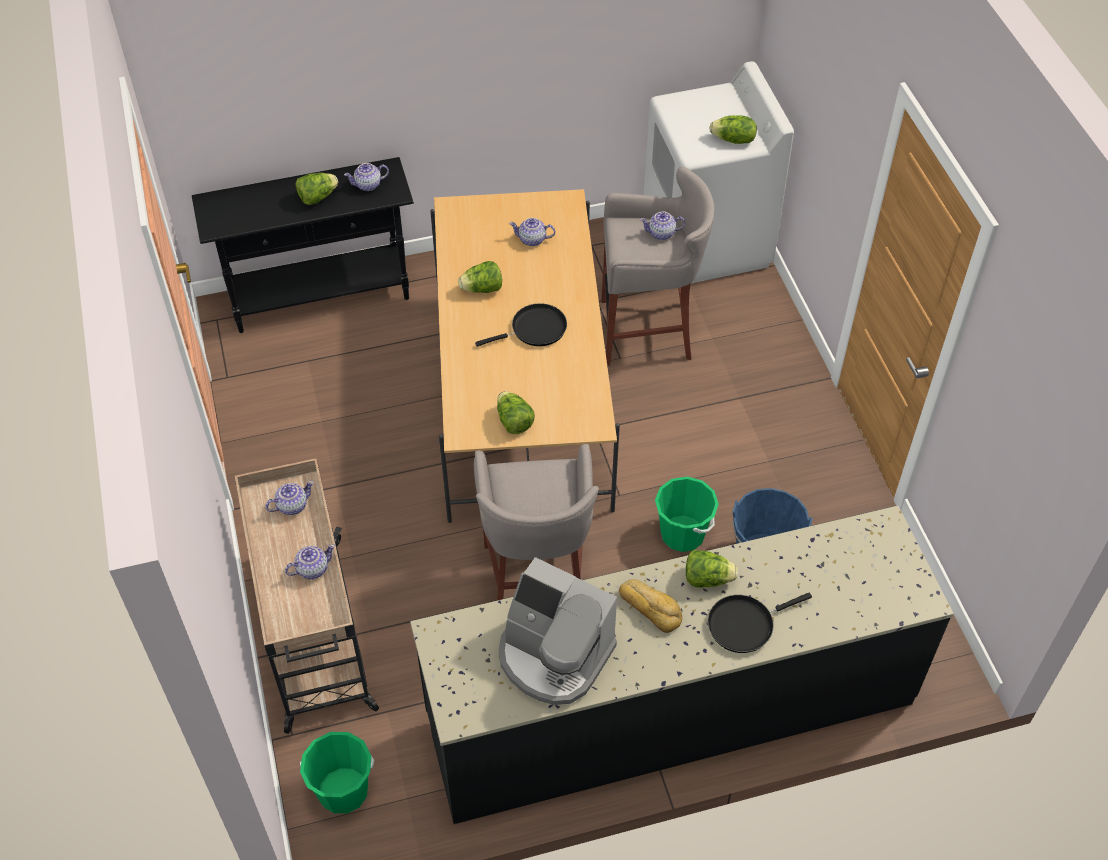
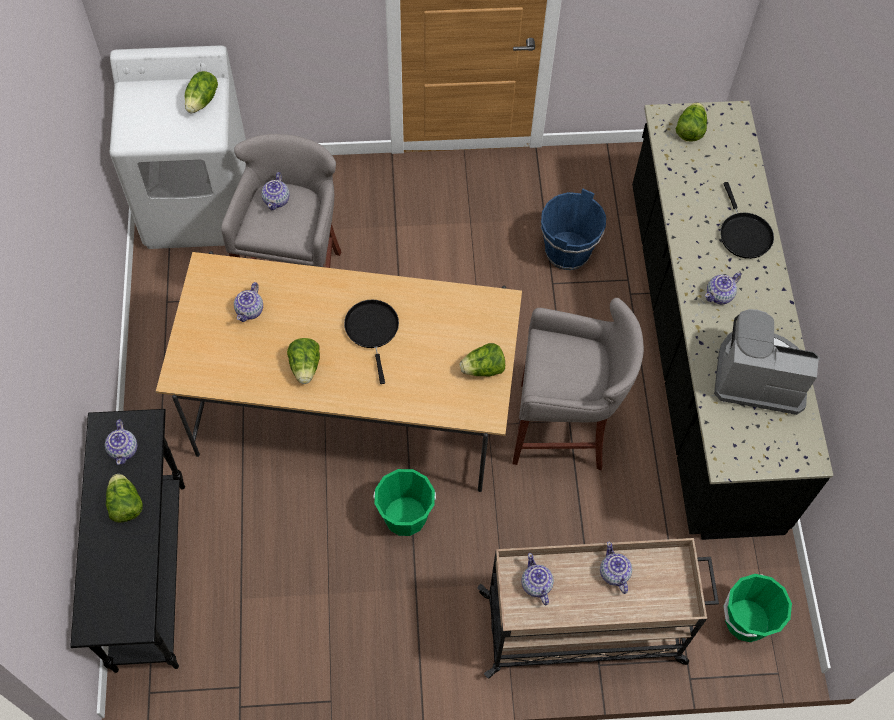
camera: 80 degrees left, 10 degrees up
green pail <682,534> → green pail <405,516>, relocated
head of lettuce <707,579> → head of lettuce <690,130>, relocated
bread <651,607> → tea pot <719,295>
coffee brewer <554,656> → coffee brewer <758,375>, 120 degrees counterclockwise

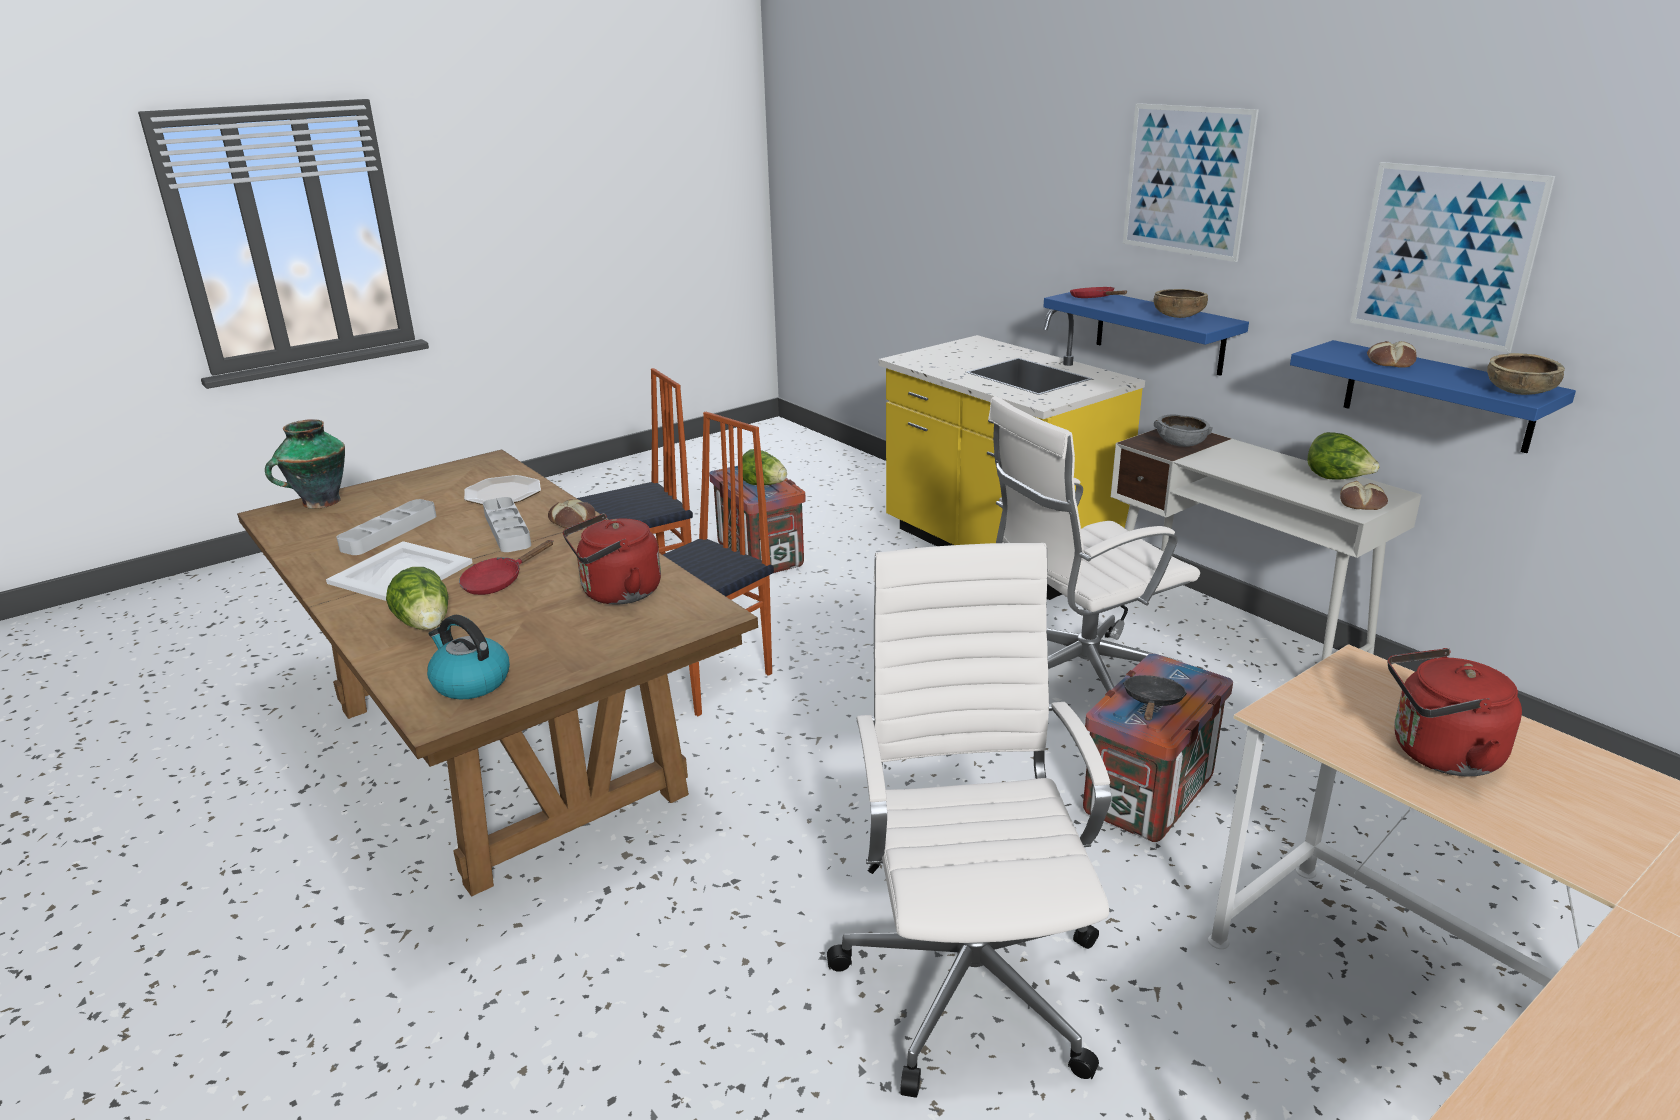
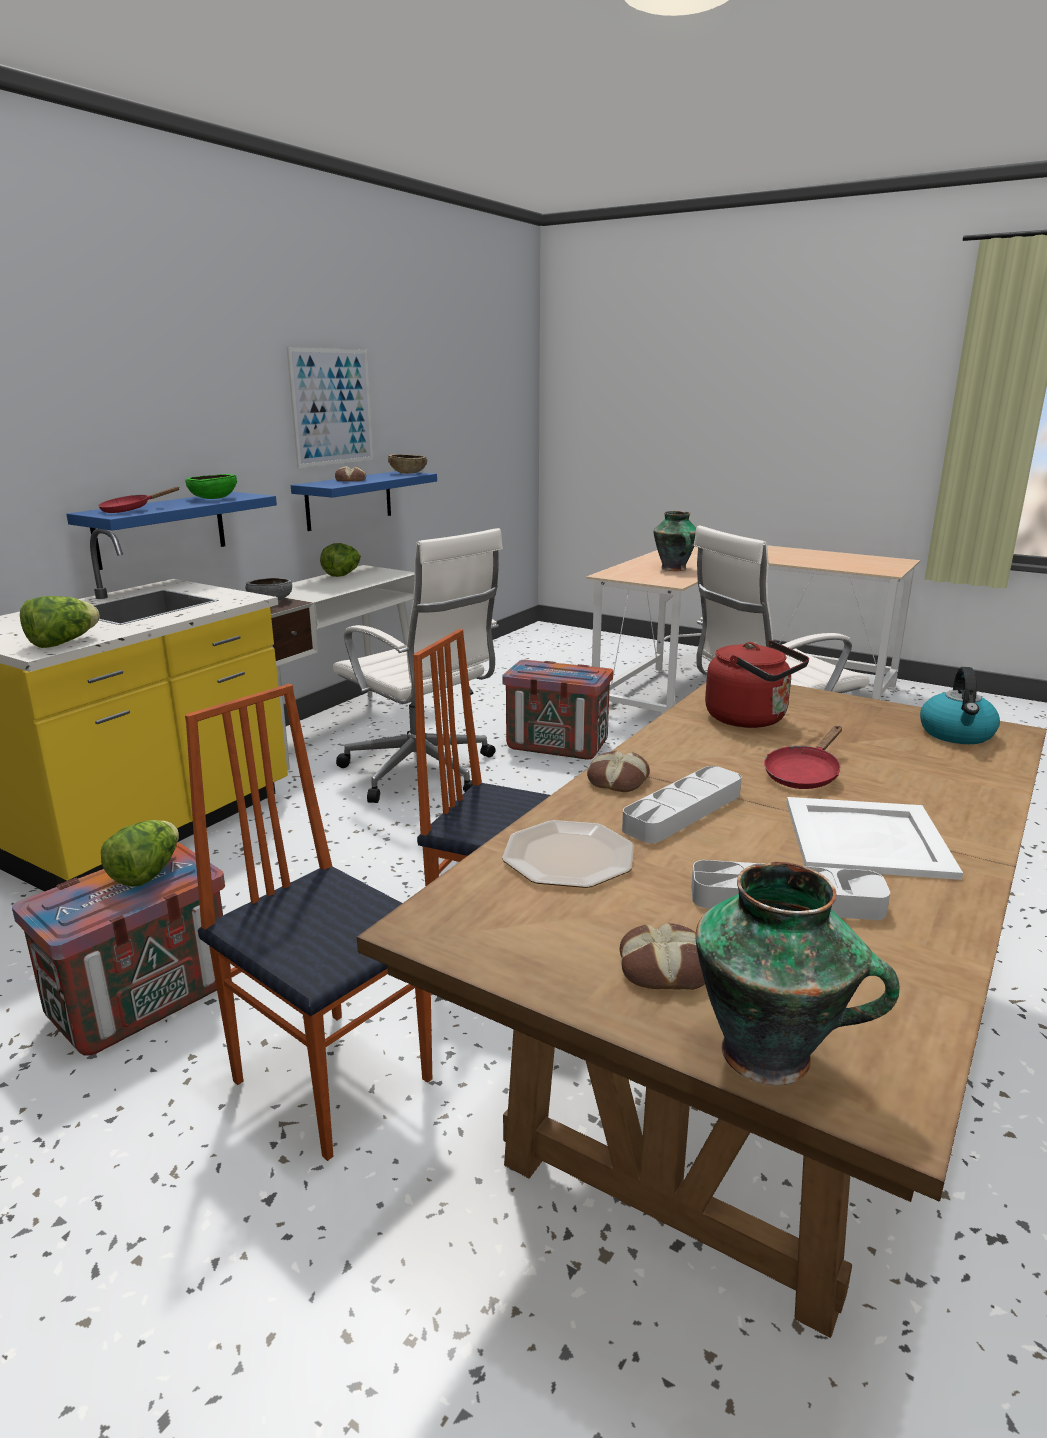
camera: 110 degrees left, 5 degrees down
wall picture <1186,181> → -
blackish skillet <1152,702> → -
head of lettuce <426,625> → head of lettuce <63,643>, relocated
bread <1362,503> → bread <664,967>, relocated
red kettle <1438,754> → vase <674,569>
brown-coloured serving bowl <1178,316> → green serving bowl <213,498>
red skillet <498,582> → red skillet <804,774>, 105 degrees clockwise

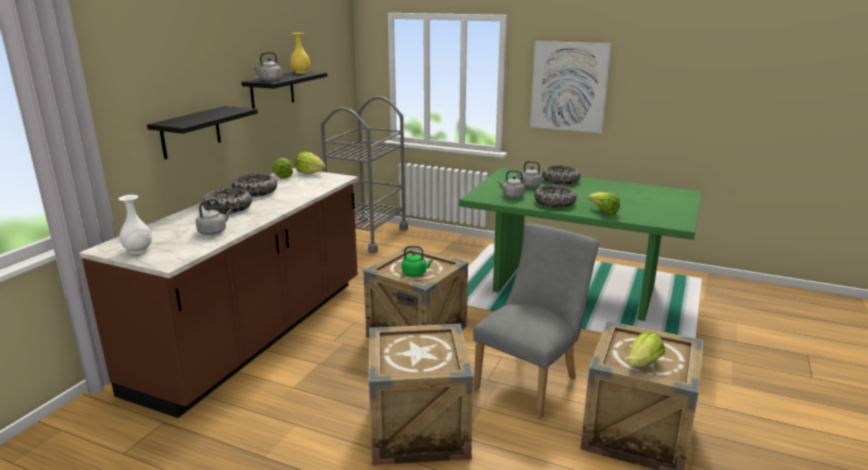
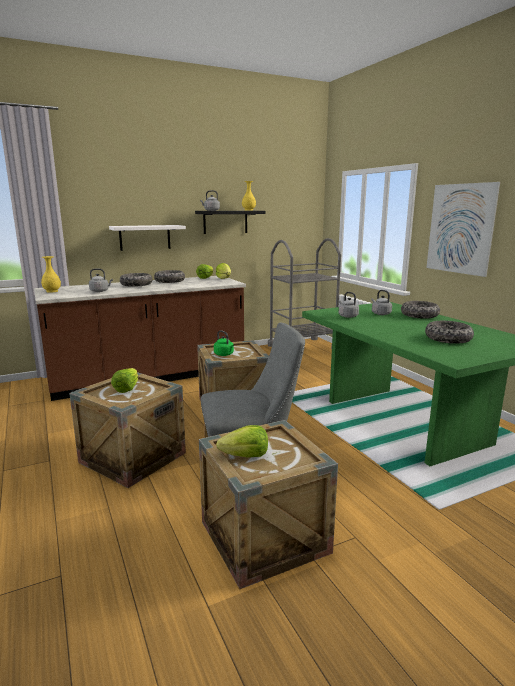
camera: 40 degrees right, 5 degrees down
serving bowl <554,202> → serving bowl <448,339>, relocated
head of lettuce <603,212> → head of lettuce <127,388>, relocated
whitish vase <138,251> → yellowish vase <52,291>
blackish wall shelf <191,132> → whitish wall shelf <145,237>

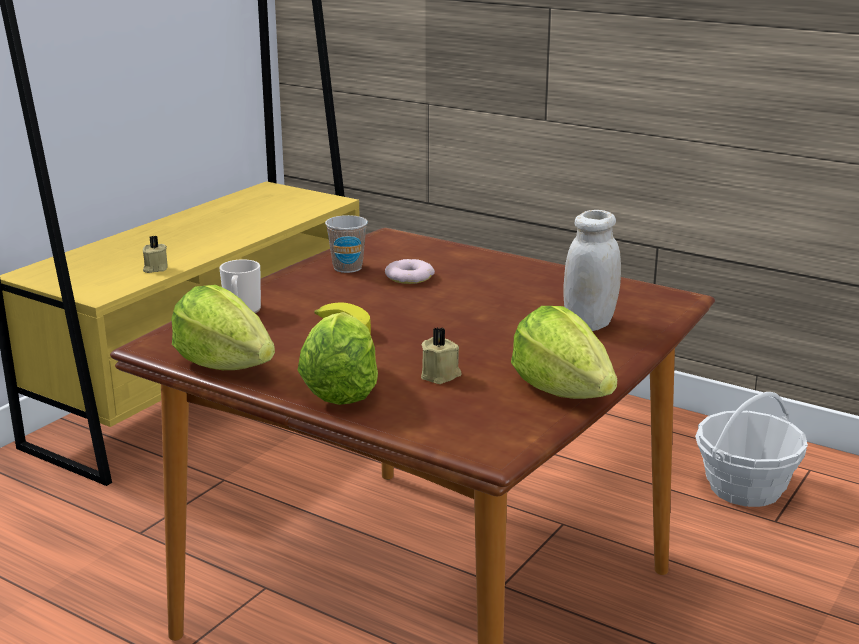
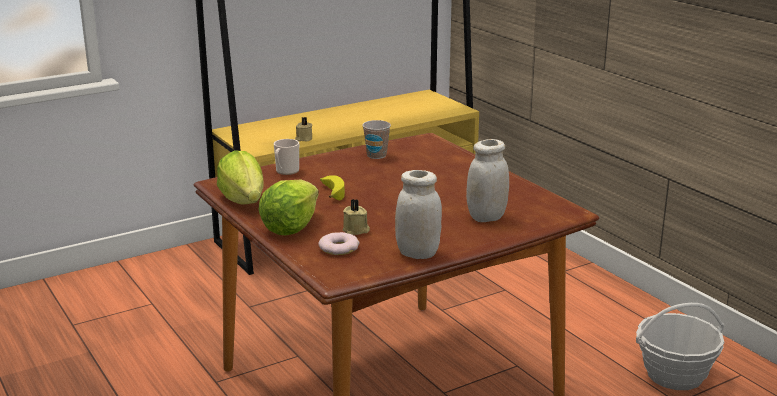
camera: 25 degrees right, 0 degrees up
ring doughnut <409,277> → ring doughnut <339,248>, relocated
head of lettuce <562,390> → whitish preserve jar <417,253>

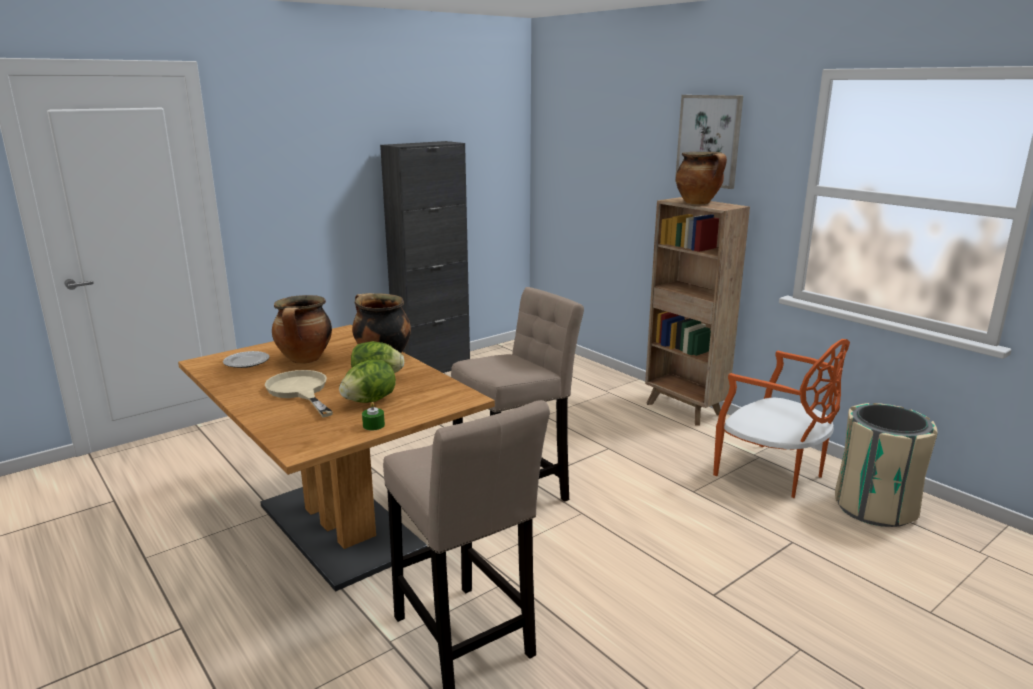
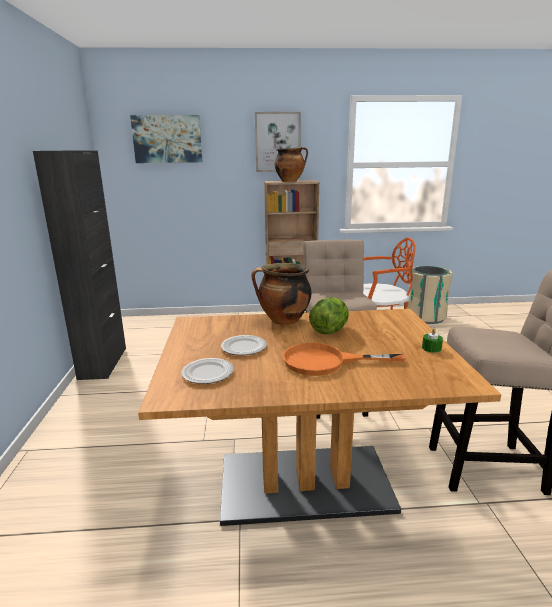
camera: 55 degrees left, 0 degrees up
head of lettuce <369,401> → -
- → wall picture <167,139>
cooking pot <305,360> → plate <244,347>
sand-coloured skillet <300,391> → orange skillet <326,362>

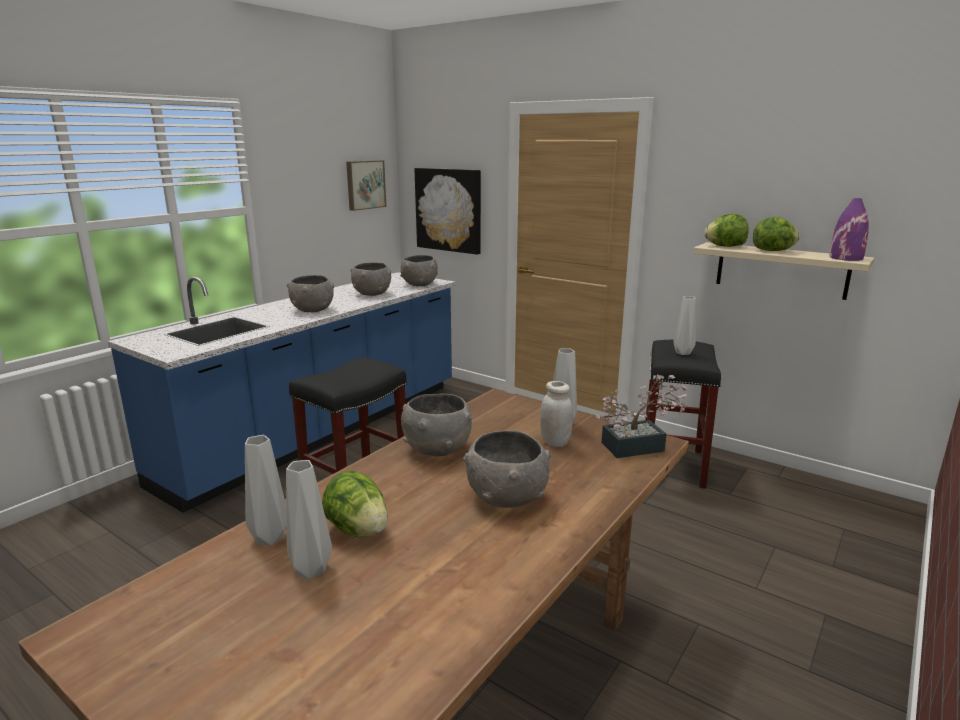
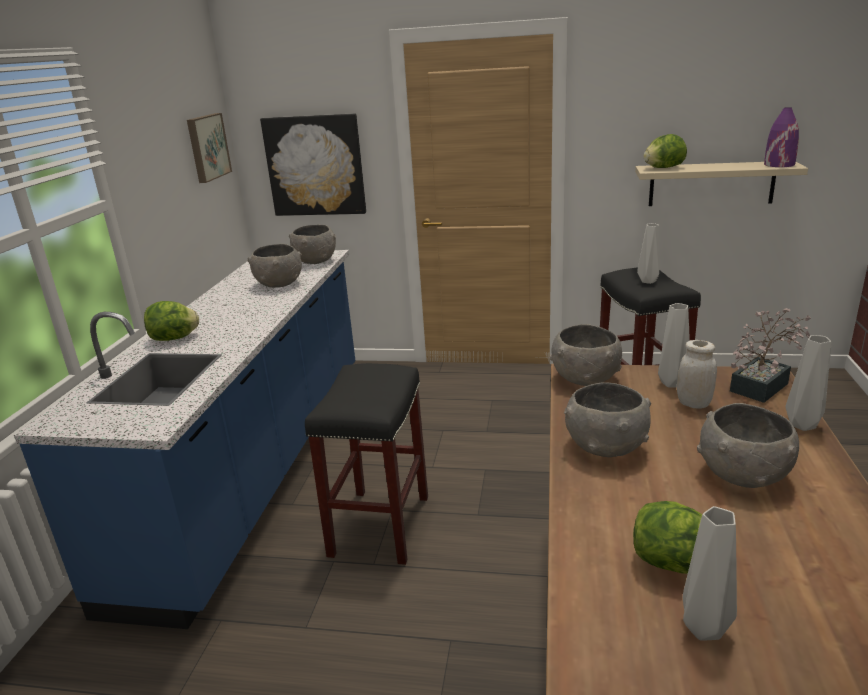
camera: 25 degrees left, 5 degrees up
grey vase <271,537> → grey vase <802,424>, relocated
grey serving bowl <312,310> → grey serving bowl <586,379>, relocated
head of lettuce <773,251> → head of lettuce <174,338>, relocated

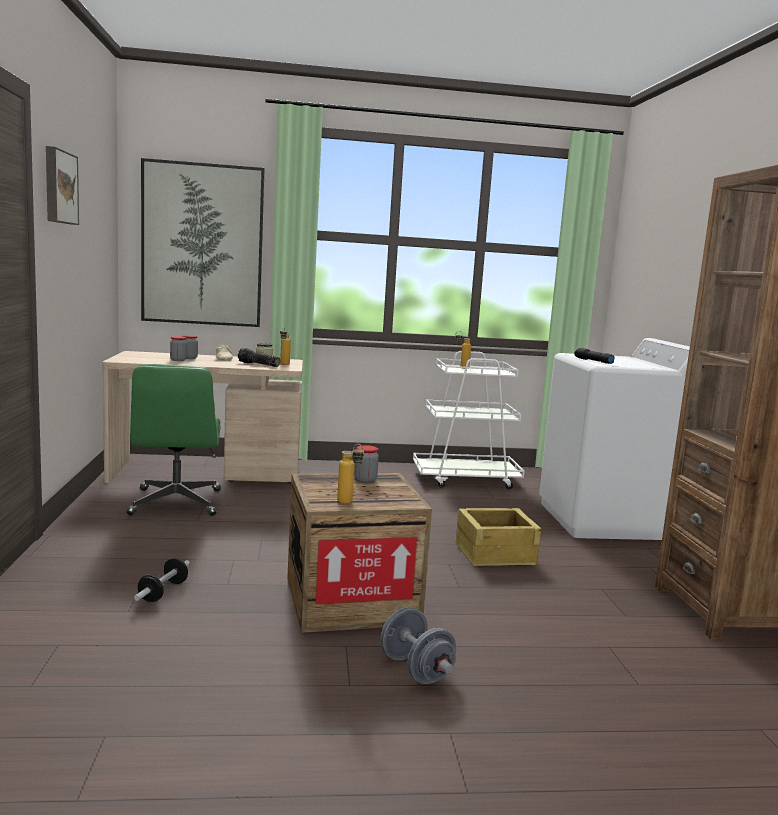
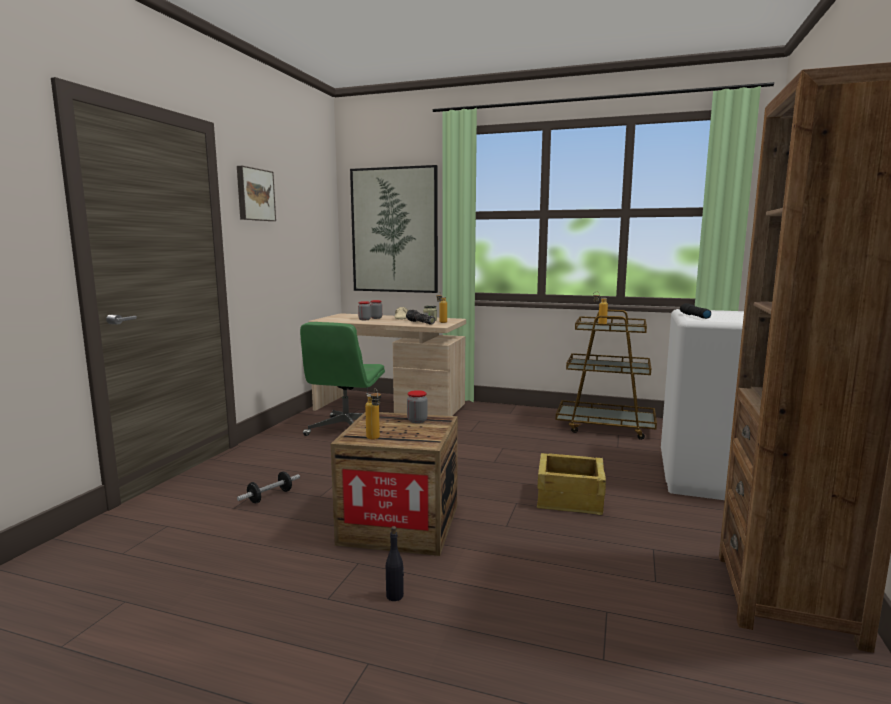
camera: 25 degrees right, 0 degrees up
grey dumbbell <416,669> → blackish bottle <395,596>
whitish trolley <466,479> → brown-coloured trolley <605,427>

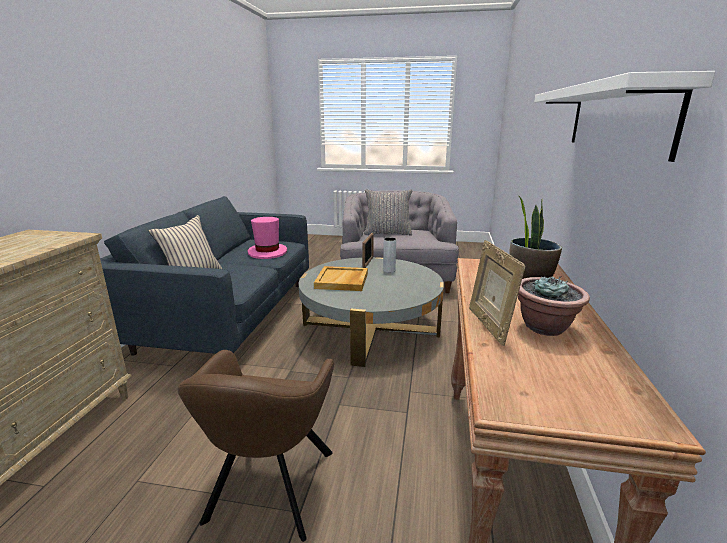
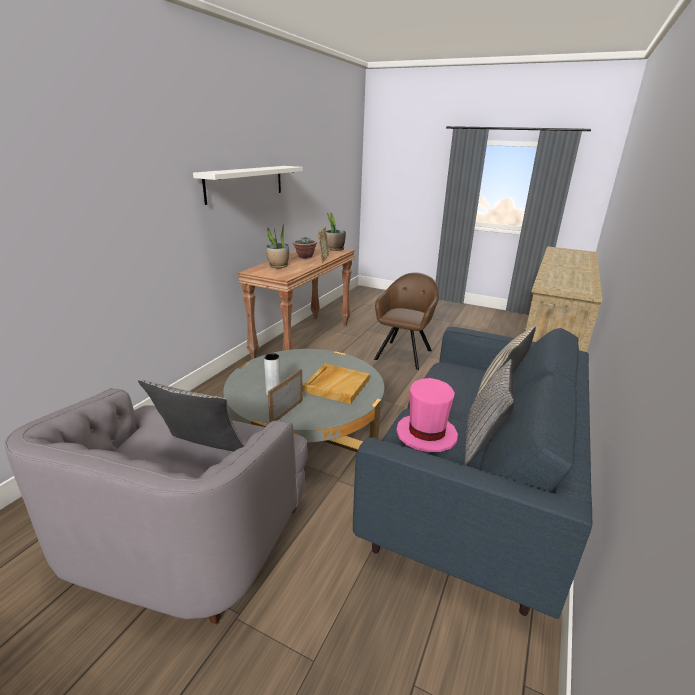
camera: 165 degrees left, 5 degrees up
- → potted plant <335,249>
- → grey throw pillow <483,442>

